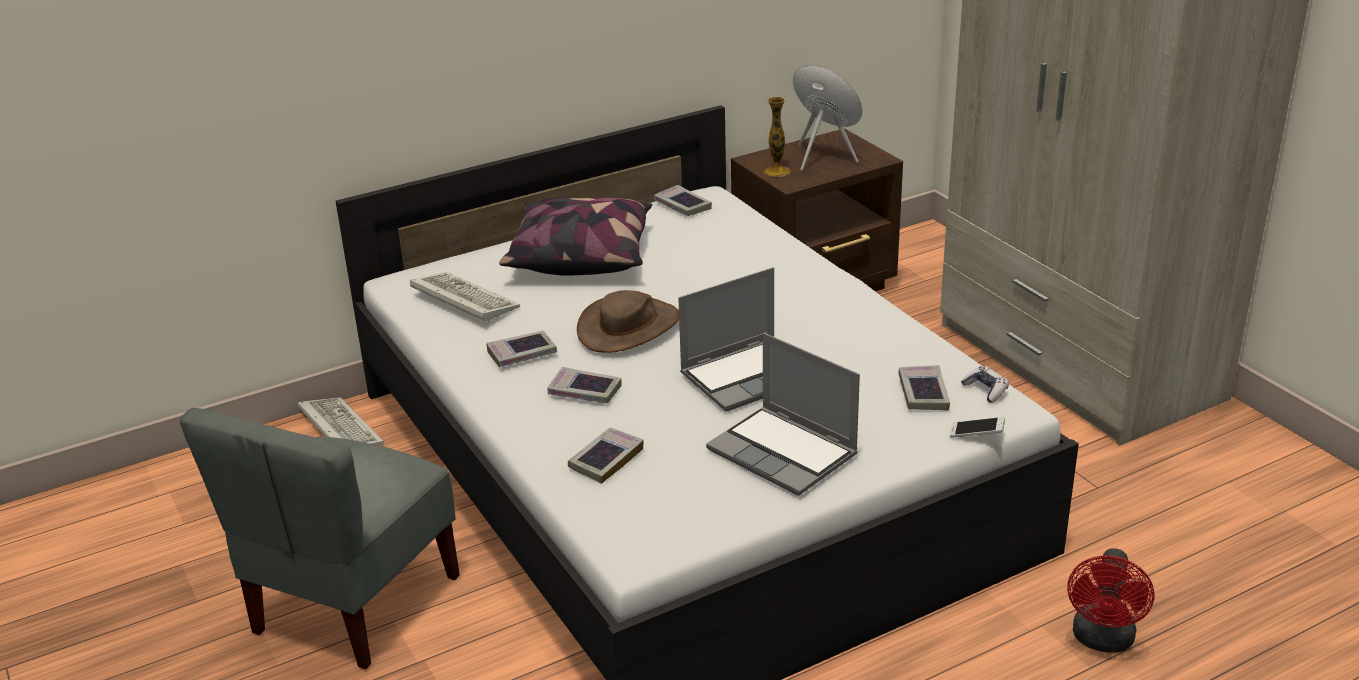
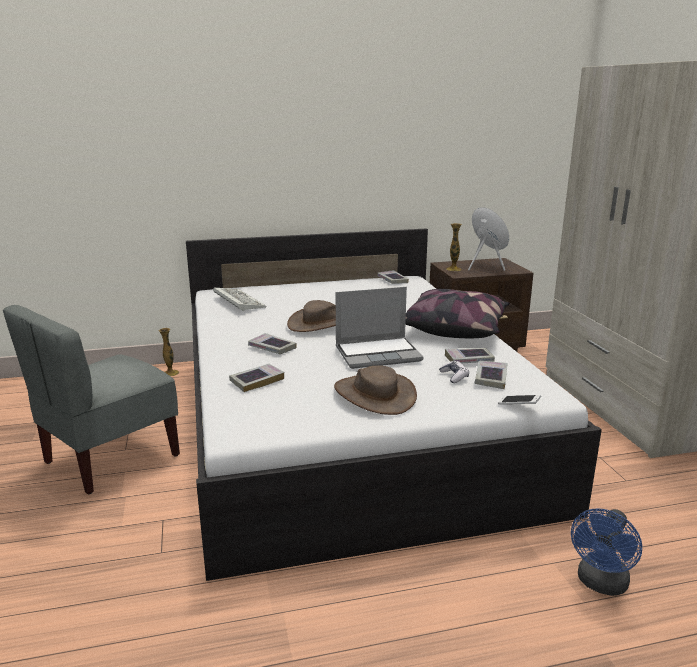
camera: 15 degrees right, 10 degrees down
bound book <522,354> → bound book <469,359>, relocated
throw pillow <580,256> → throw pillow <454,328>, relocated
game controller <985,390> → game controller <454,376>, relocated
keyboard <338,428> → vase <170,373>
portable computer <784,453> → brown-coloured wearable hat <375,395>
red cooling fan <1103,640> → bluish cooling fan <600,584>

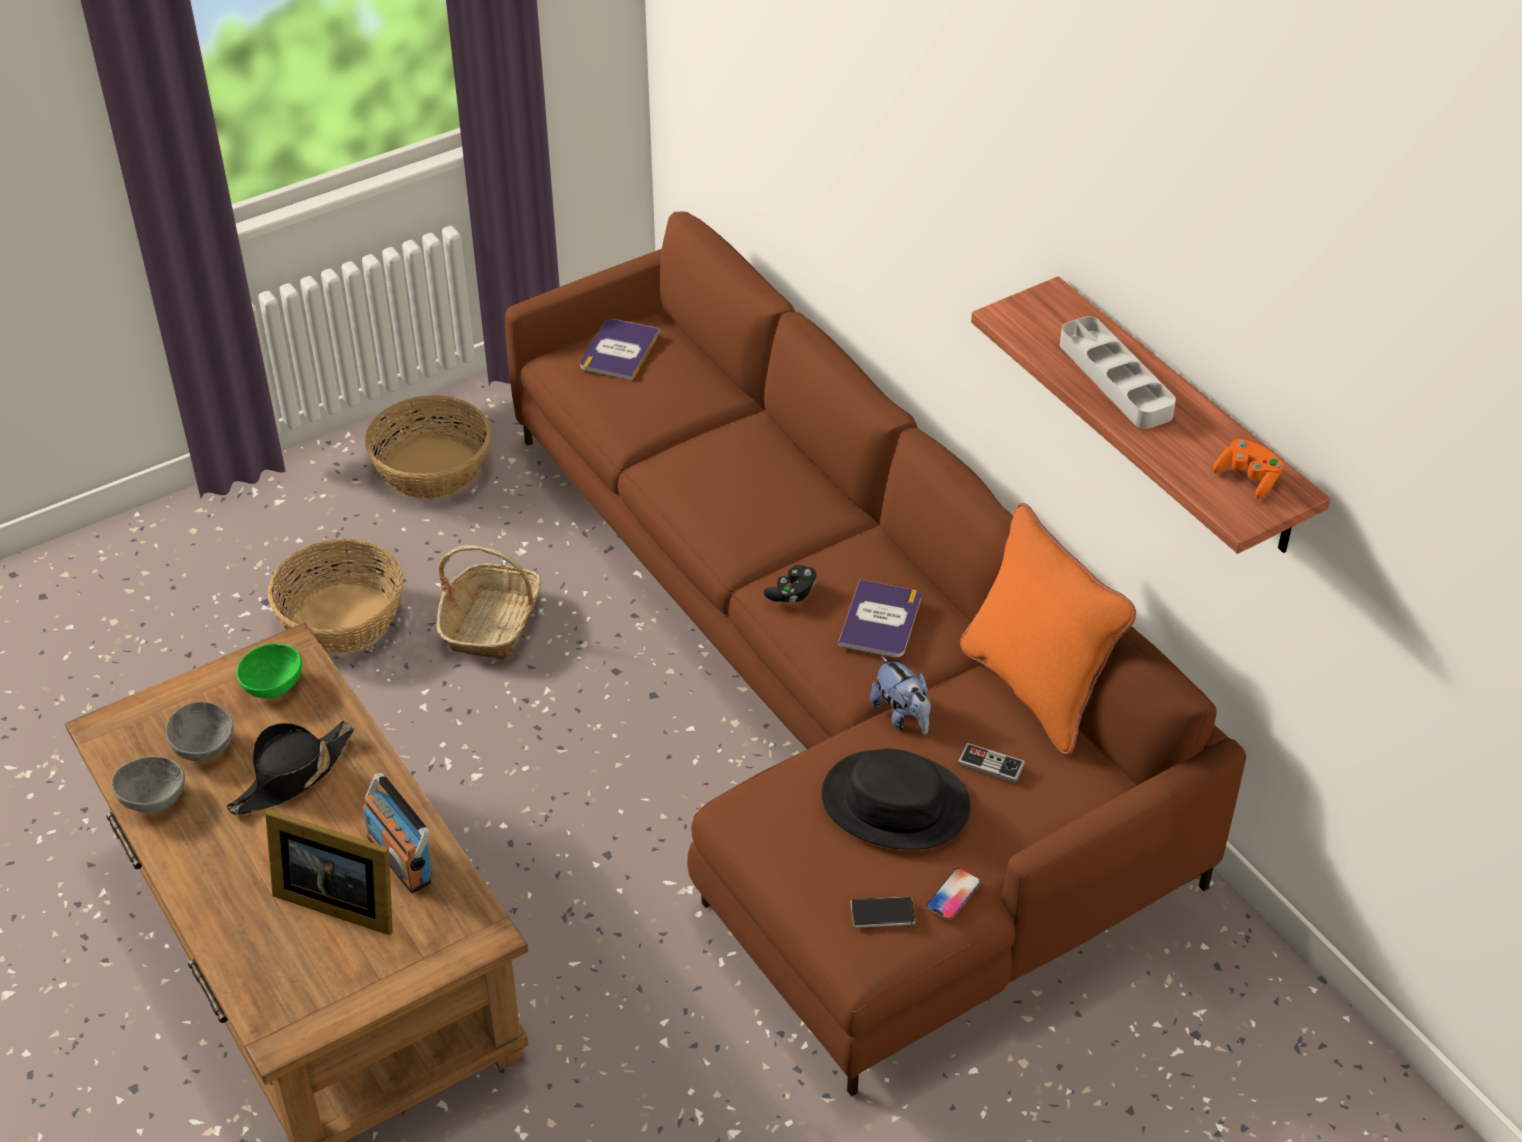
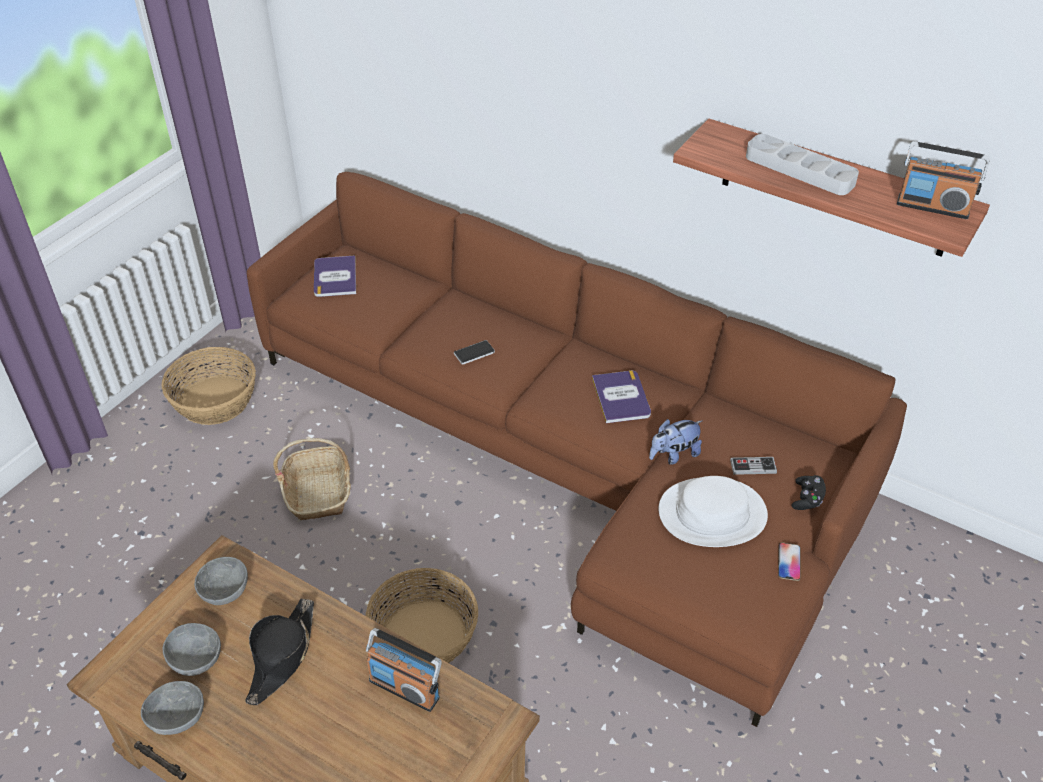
camera: 25 degrees left, 0 degrees up
photo frame <336,899> → -
orange throw pillow <1036,689> → -
basket <342,618> → basket <424,635>, relocated
blackish game controller <792,593> → blackish game controller <807,499>, relocated
handset <882,913> → handset <474,353>, relocated
orange game controller <1248,478> → radio set <932,206>
green serving bowl <271,685> → grey serving bowl <224,591>
blackish wearable hat <895,802> → whitish wearable hat <712,513>
plush toy <902,716> → plush toy <674,455>, 120 degrees clockwise

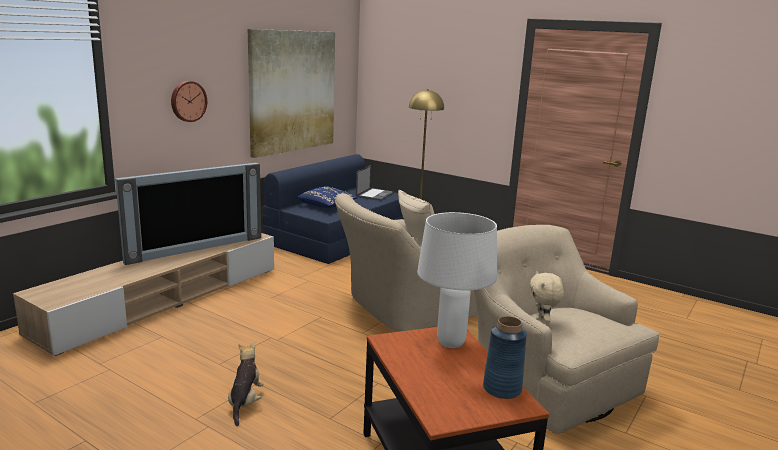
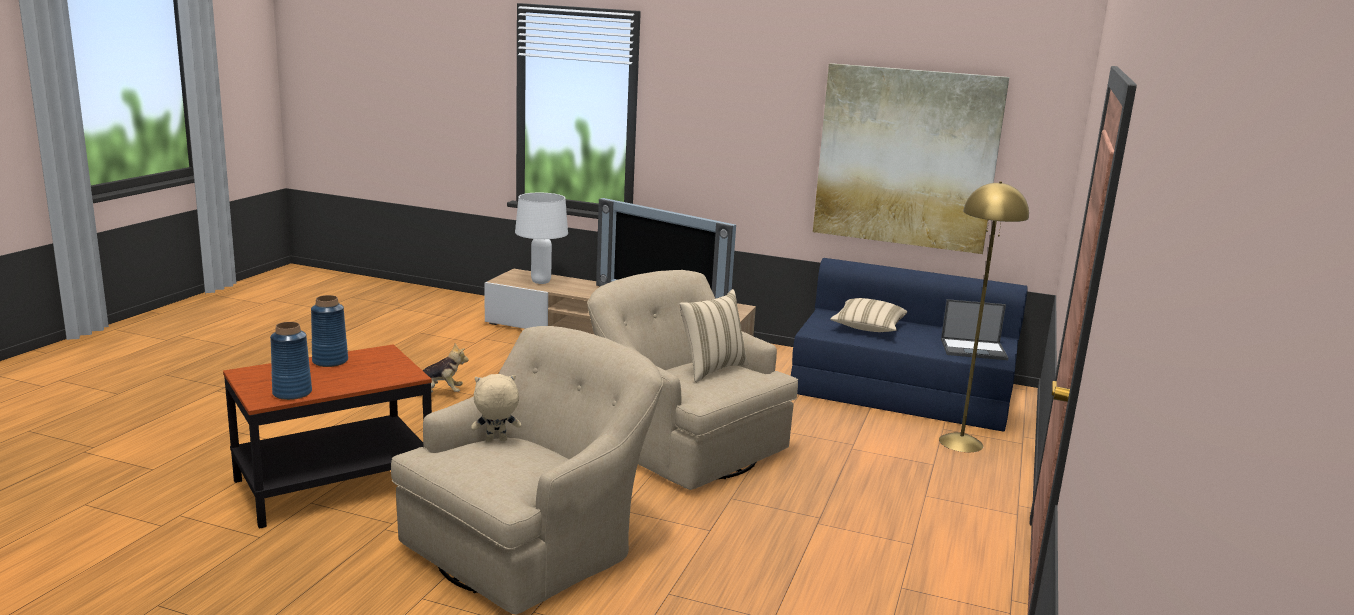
camera: 75 degrees right, 0 degrees up
hanging clock <188,101> → -
- → bluish vase <330,361>
whitish table lamp <451,343> → whitish table lamp <540,282>, relocated
bluish throw pillow <327,206> → sand-coloured throw pillow <868,328>

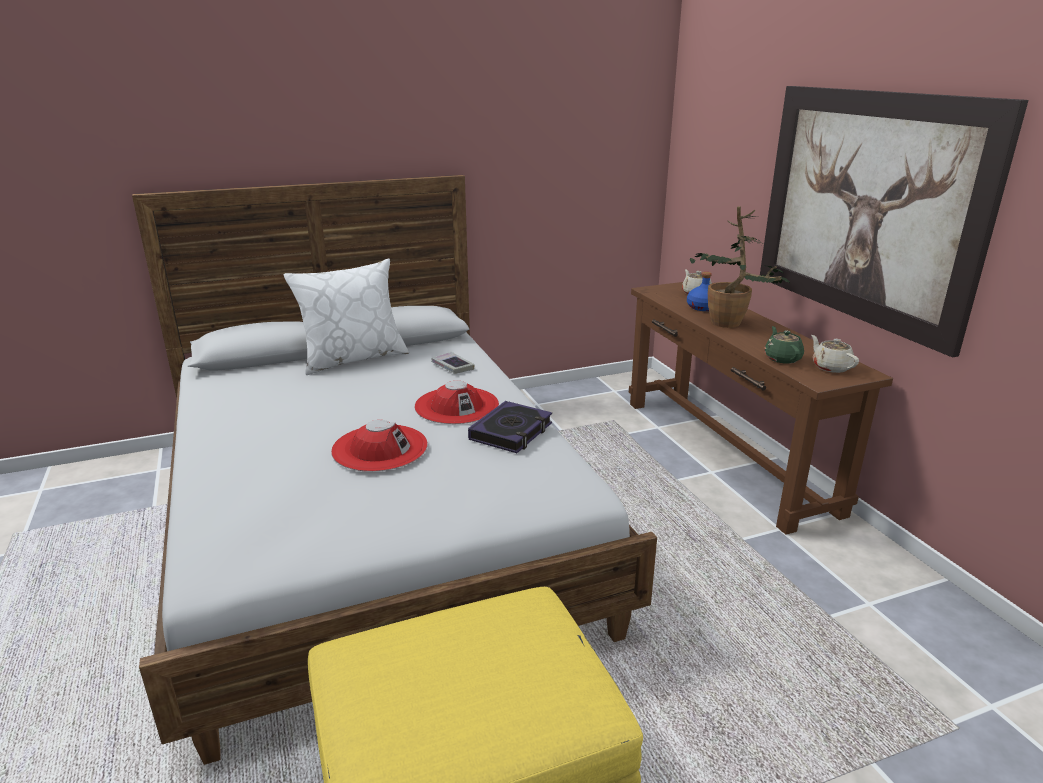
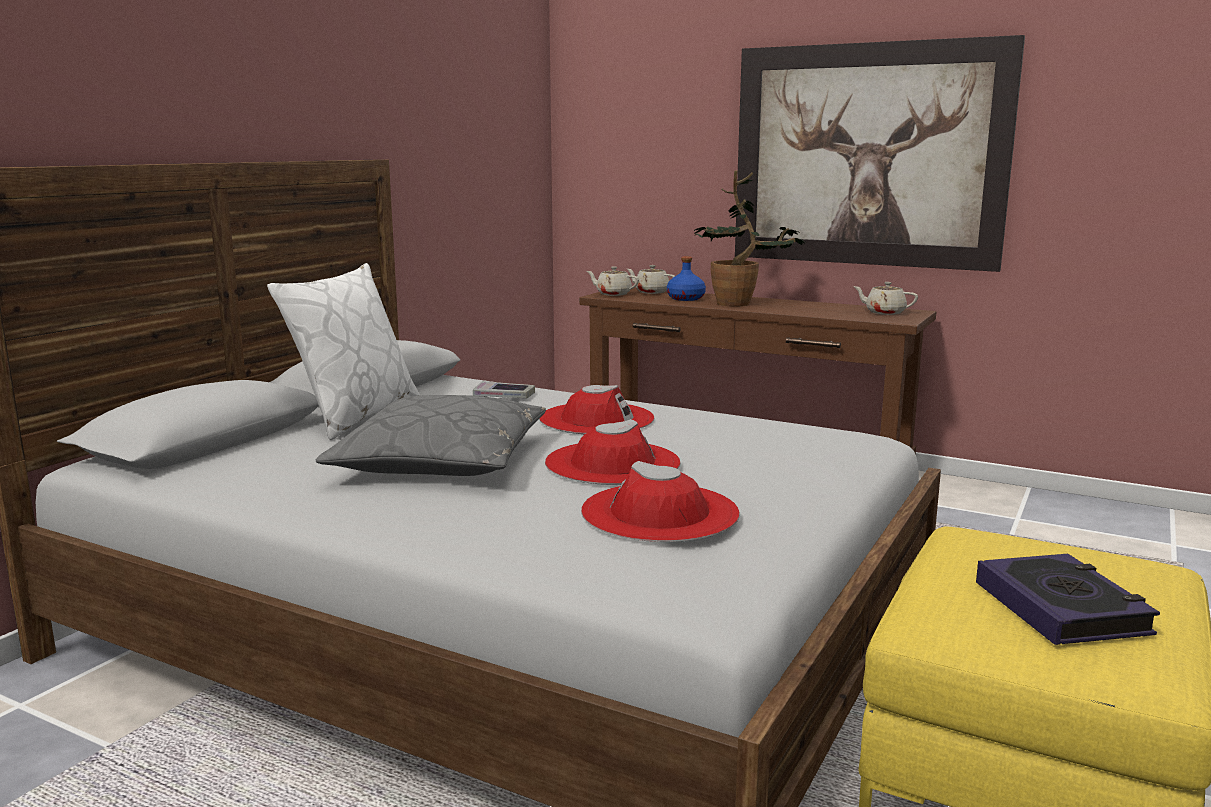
camera: 40 degrees left, 10 degrees down
green tea pot <782,358> → -
- → grey throw pillow <441,460>
- → red wearable hat <660,513>
- → sand-coloured tea pot <613,294>
bound book <511,432> → bound book <1061,608>, relocated

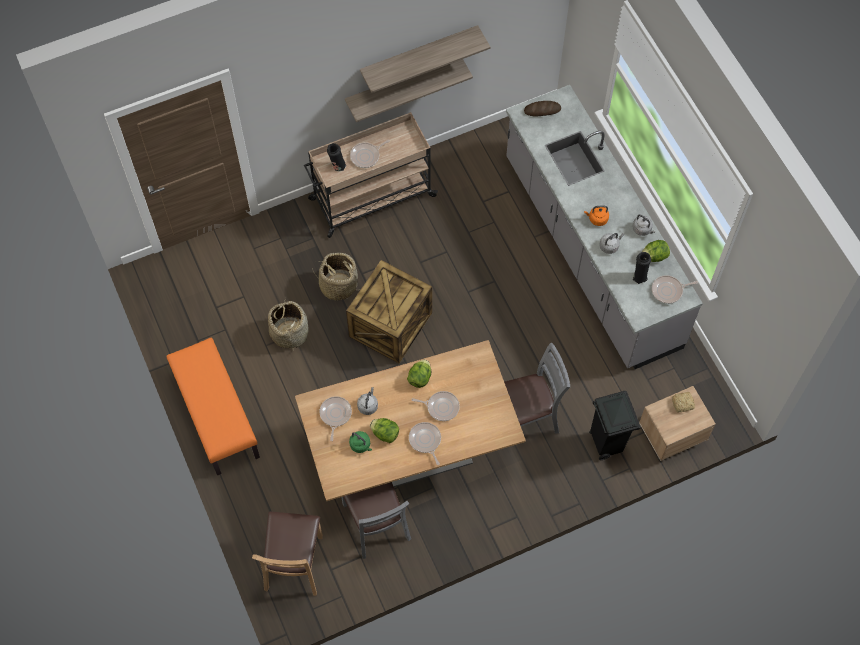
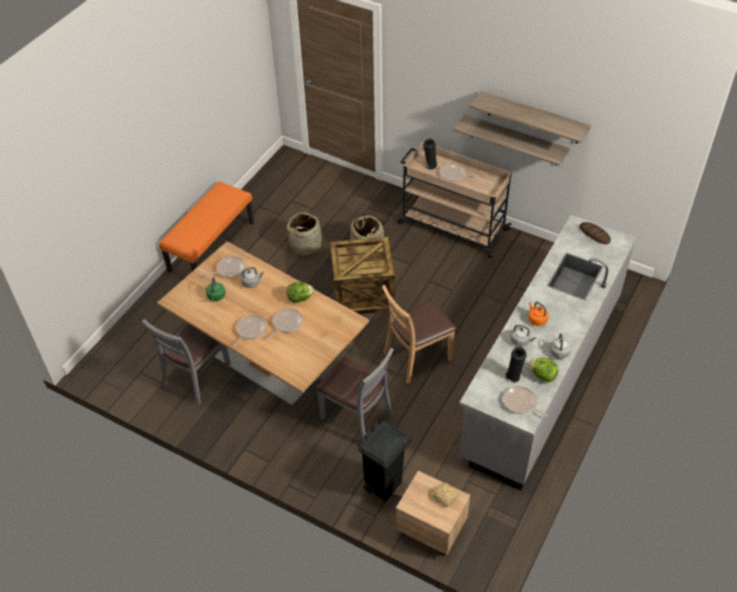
camera: 55 degrees right, 15 degrees down
head of lettuce <385,434> → -
brown-coloured upright chair <294,564> → brown-coloured upright chair <417,357>, relocated
skillet <441,407> → skillet <286,323>, 120 degrees counterclockwise

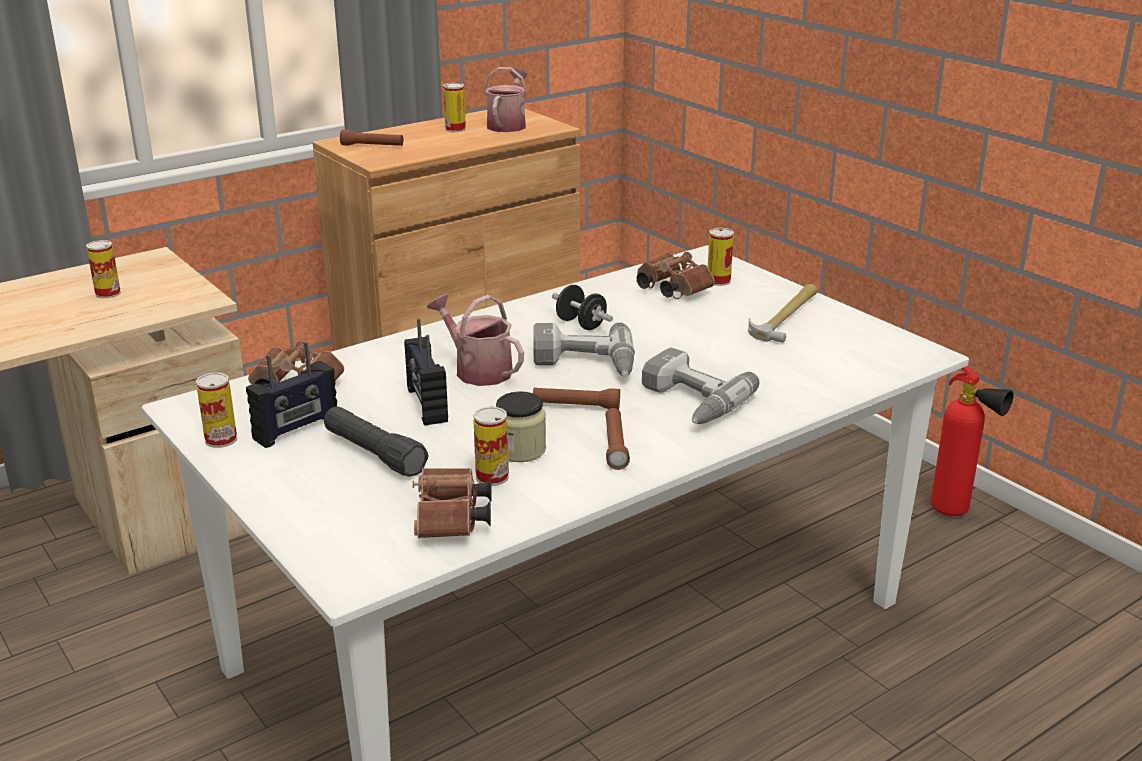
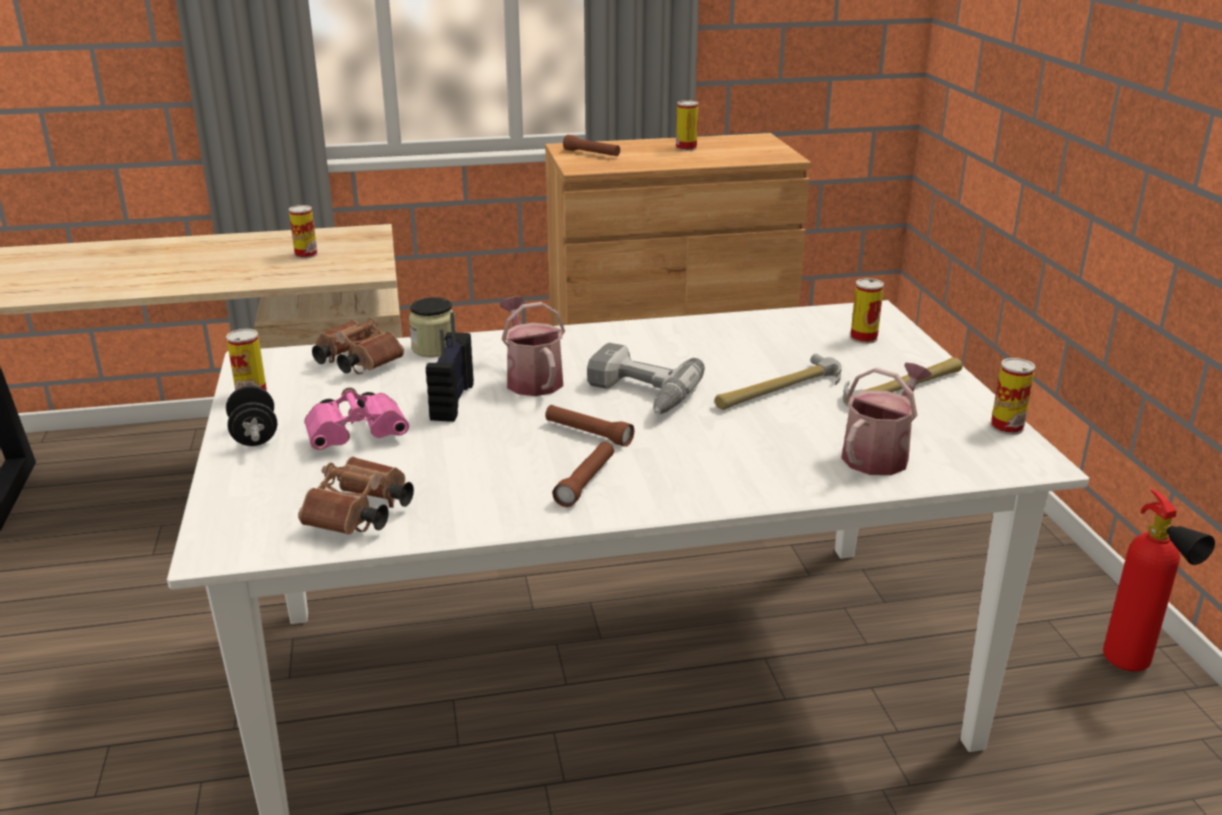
camera: 25 degrees right, 0 degrees up
radio set <297,429> → -
brown-coloured binoculars <670,289> → -
power drill <688,401> → -
- → hand hammer <778,389>
can <492,477> → can <1007,427>, relocated
watering pot <508,124> → watering pot <880,454>, relocated
preserve jar <520,450> → preserve jar <434,348>, relocated
blackish dumbbell <581,324> → blackish dumbbell <254,436>, relocated
blackish torch <374,454> → pinkish binoculars <359,436>

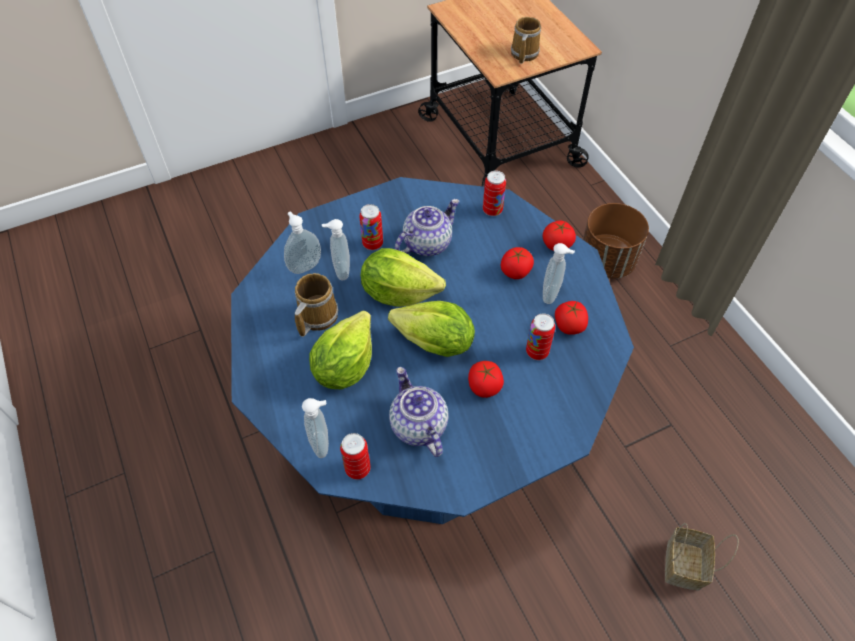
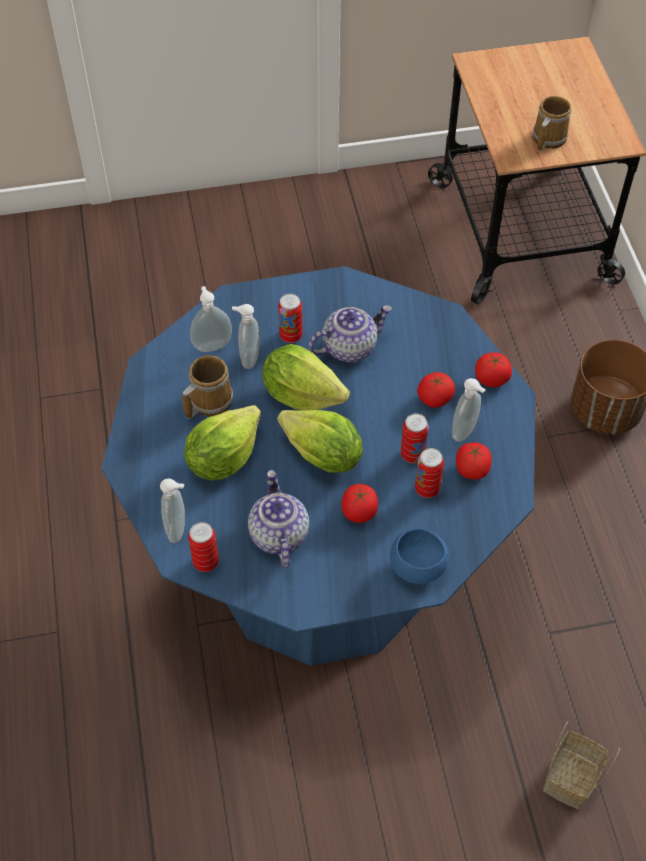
camera: 15 degrees right, 0 degrees up
- → bluish serving bowl <417,568>
can <492,210> → can <412,454>, relocated

